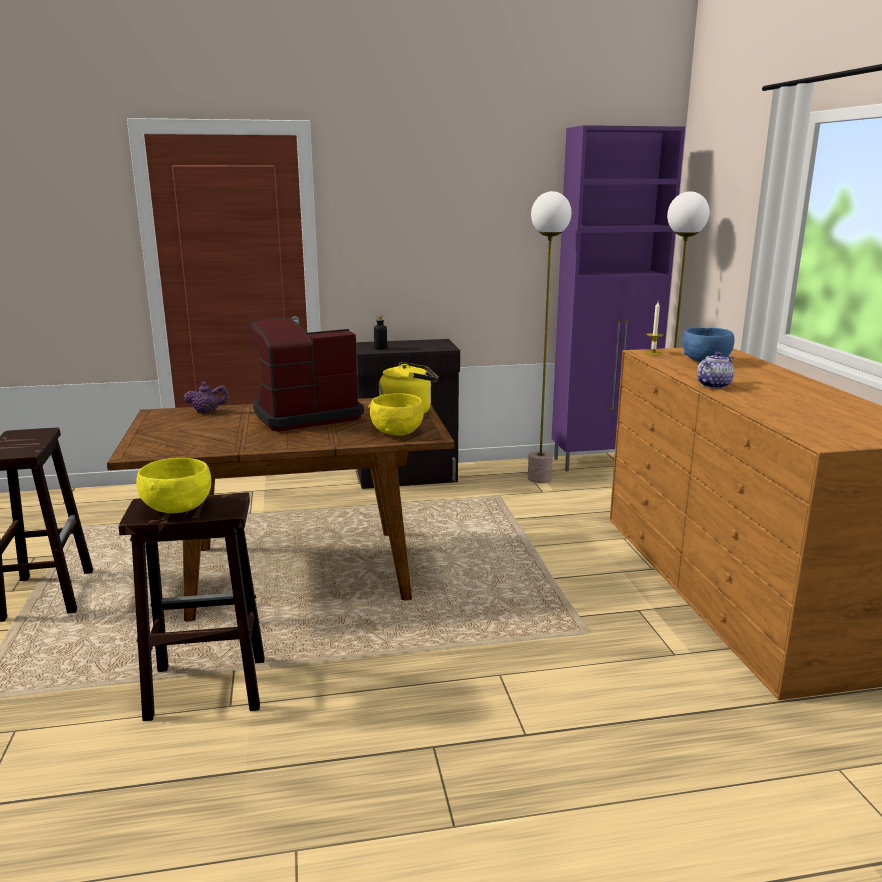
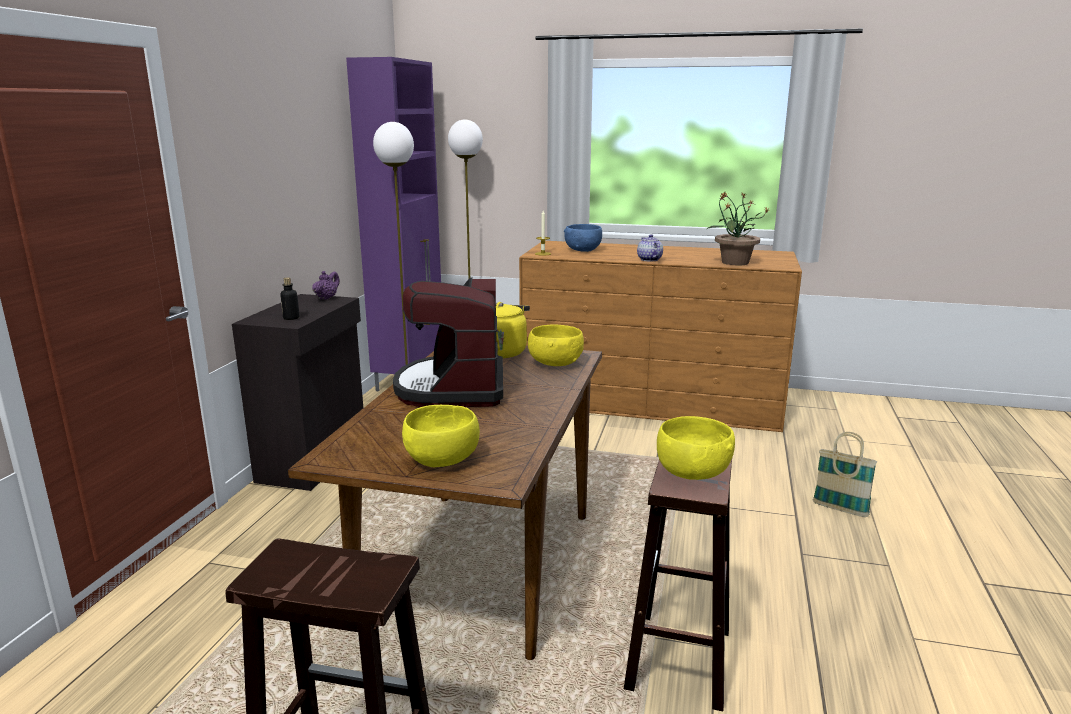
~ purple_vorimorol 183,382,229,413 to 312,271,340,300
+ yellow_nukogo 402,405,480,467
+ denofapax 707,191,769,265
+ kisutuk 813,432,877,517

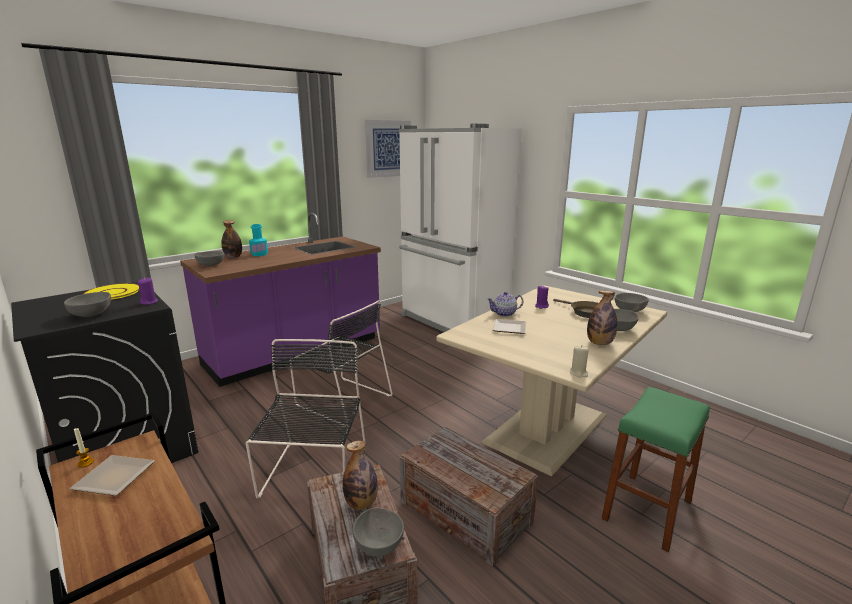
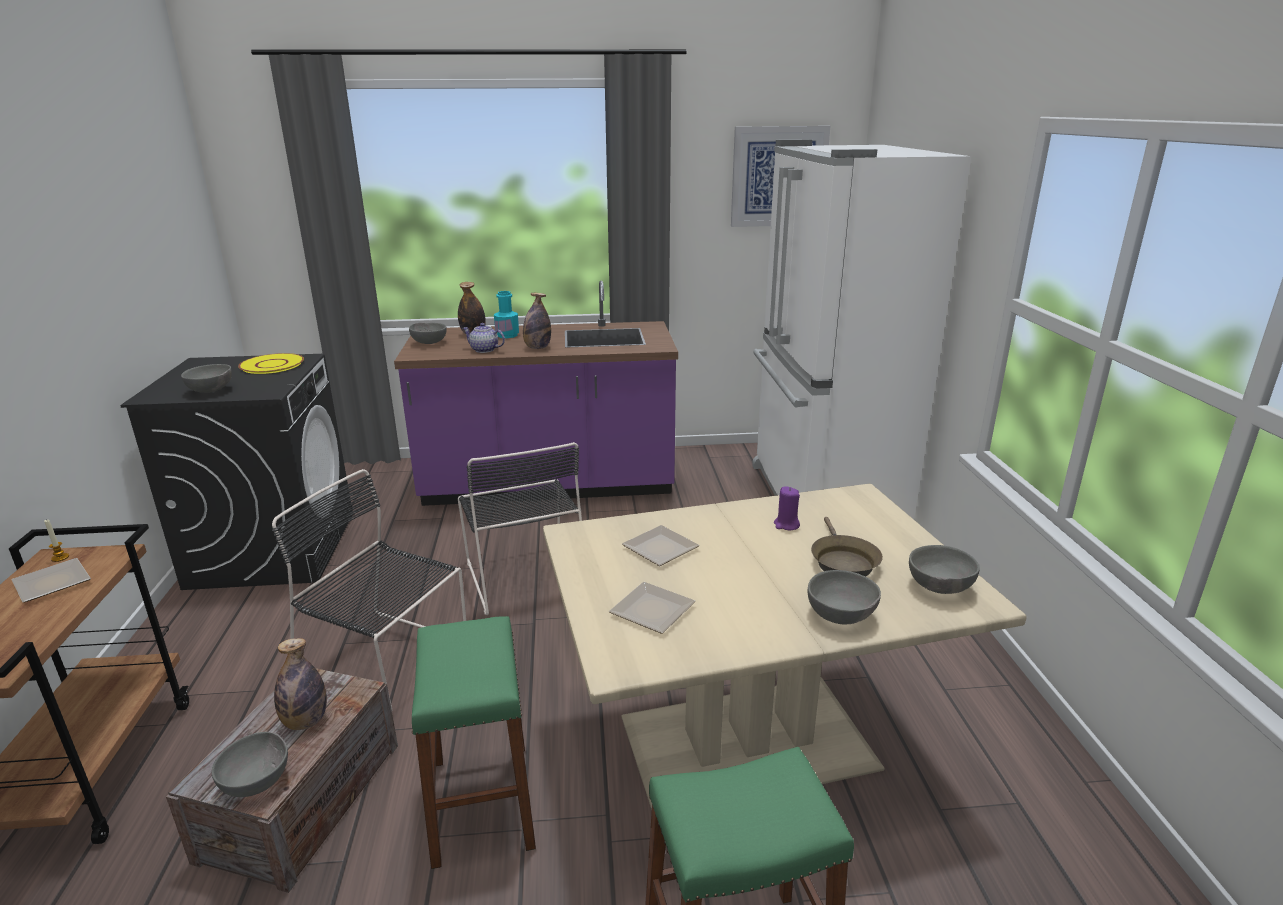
- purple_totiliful 138,277,158,305
~ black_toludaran 246,339,366,499 = 272,469,466,709 105 degrees counterclockwise
~ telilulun 400,427,538,567 to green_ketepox 412,616,536,869
~ vorimorol 487,292,523,317 to 462,323,505,353
- beige_totiliful 570,346,589,378
~ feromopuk 587,290,618,345 to 523,293,551,349
+ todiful 609,582,695,634

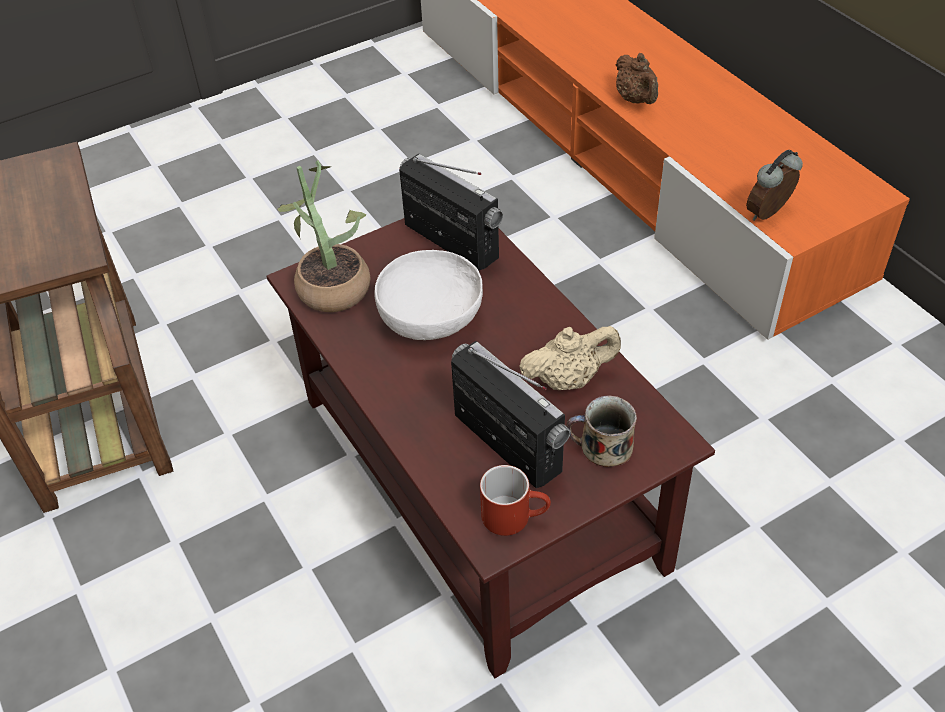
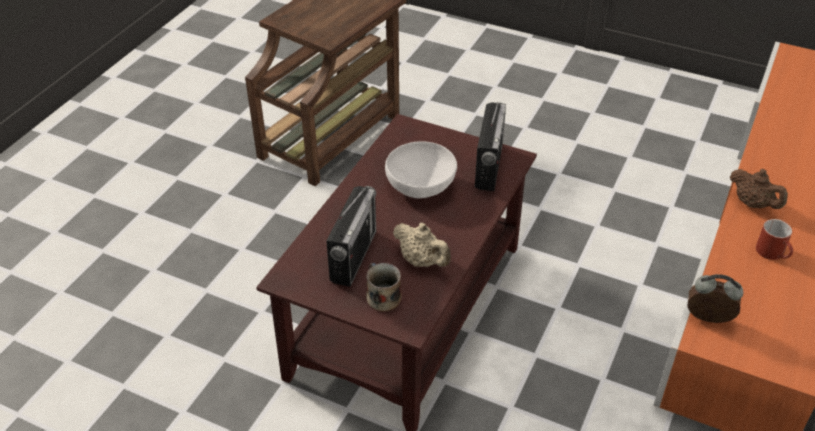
- denofapax 277,160,371,312
~ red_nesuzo 480,465,551,536 to 756,219,793,260
~ brown_vorimorol 616,53,658,104 = 730,169,788,209 75 degrees counterclockwise

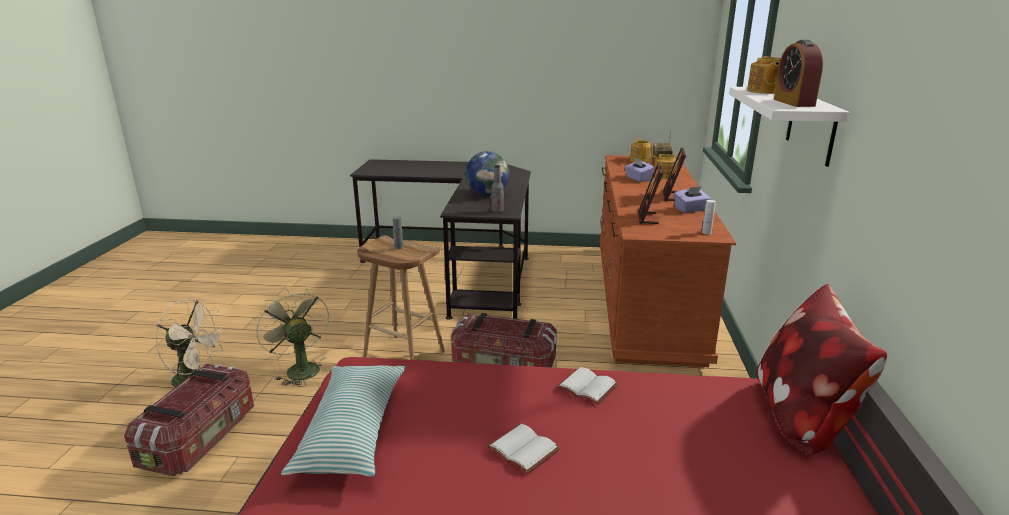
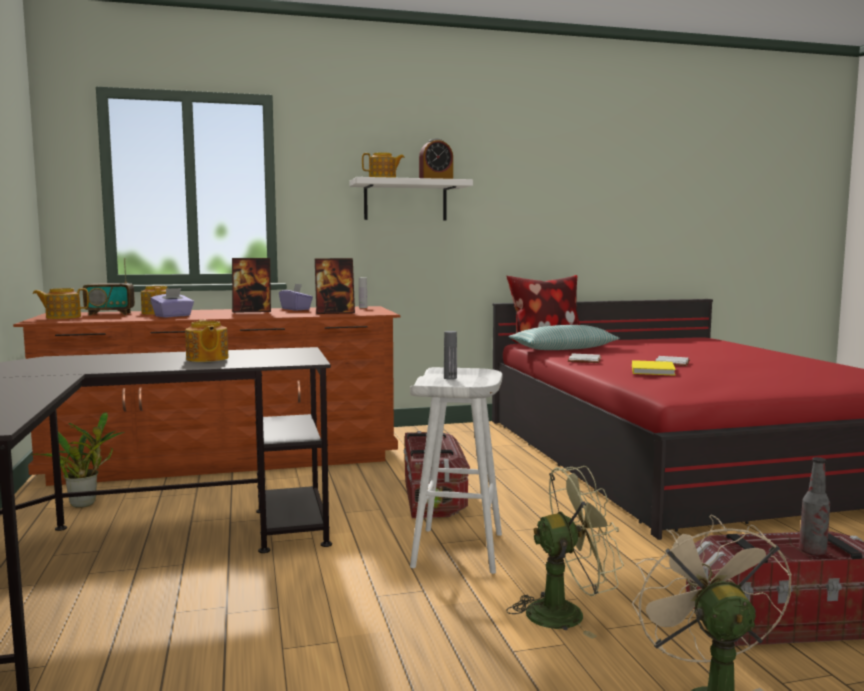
~ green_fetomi 254,289,329,387 = 506,466,624,639 135 degrees counterclockwise
~ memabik 281,365,405,477 to 509,325,620,350
~ brown_ketepox 357,235,445,360 to white_ketepox 410,367,502,574
~ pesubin 465,151,509,196 to vorimorol 185,320,229,362
~ feromopuk 491,165,504,213 to 799,457,830,555
+ denofapax 30,412,125,507
+ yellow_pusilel 632,360,676,376

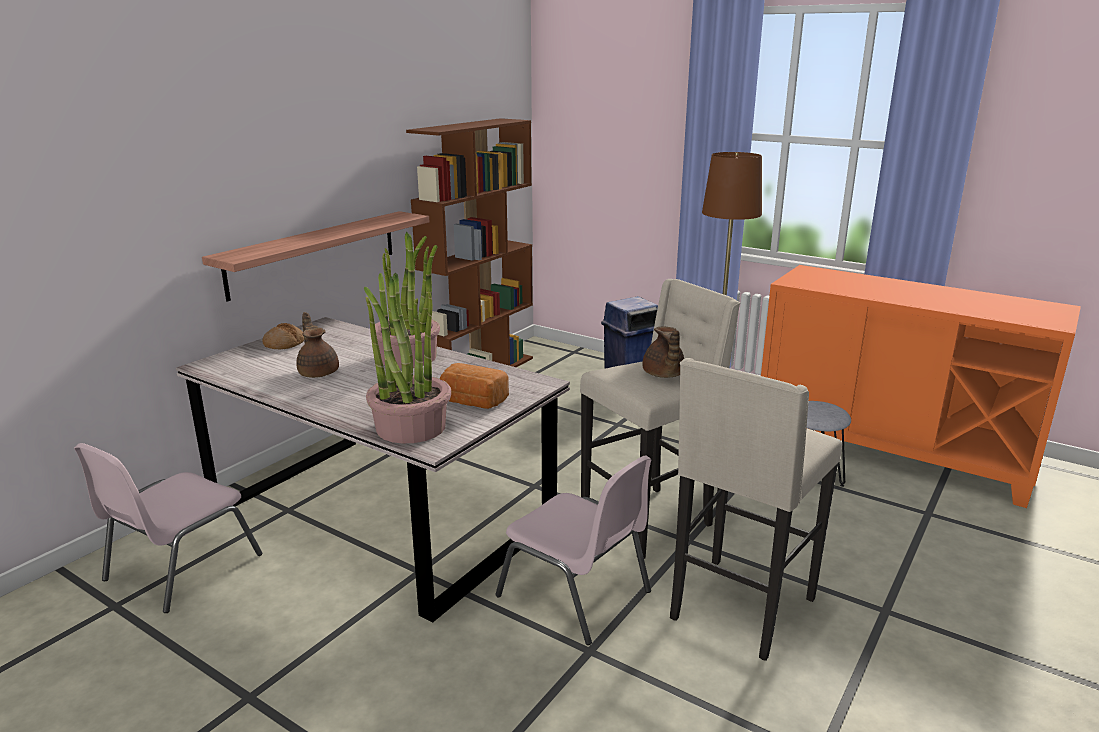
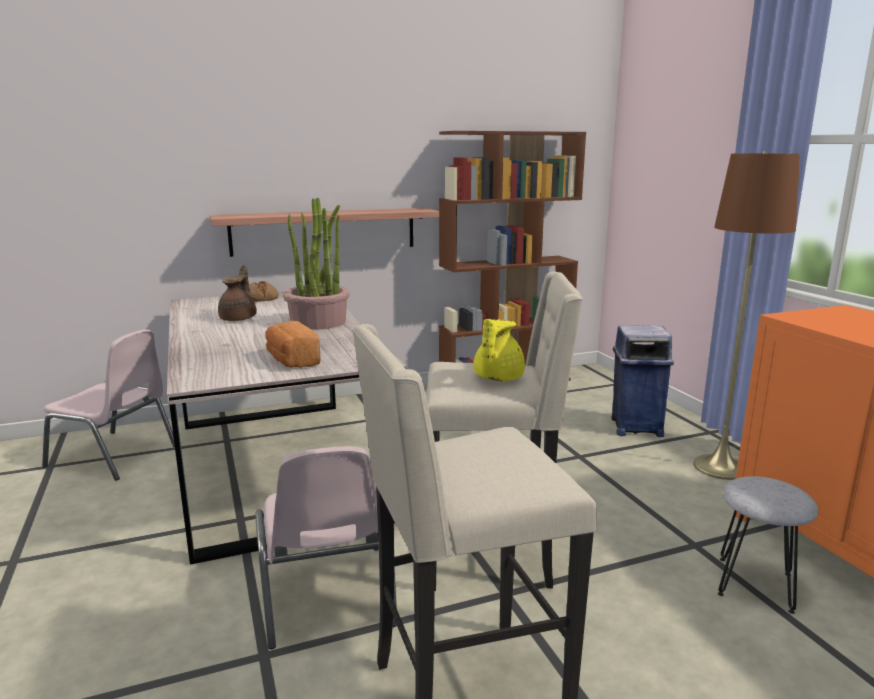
~ pink_toludaran 74,443,262,613 = 42,330,175,481 135 degrees counterclockwise
- denofapax 364,273,451,444
~ brown_vorimorol 642,327,684,378 to yellow_vorimorol 473,319,525,381

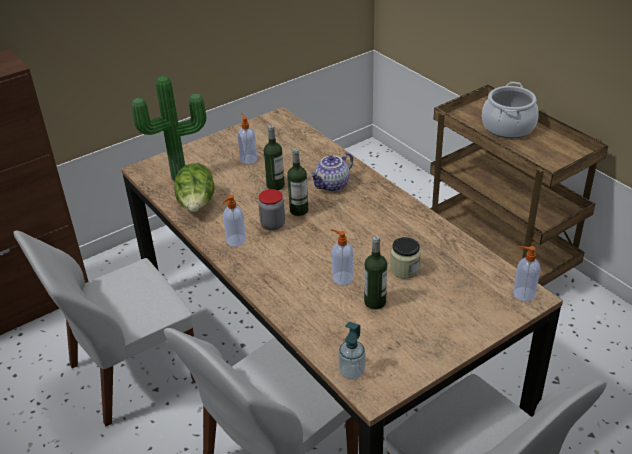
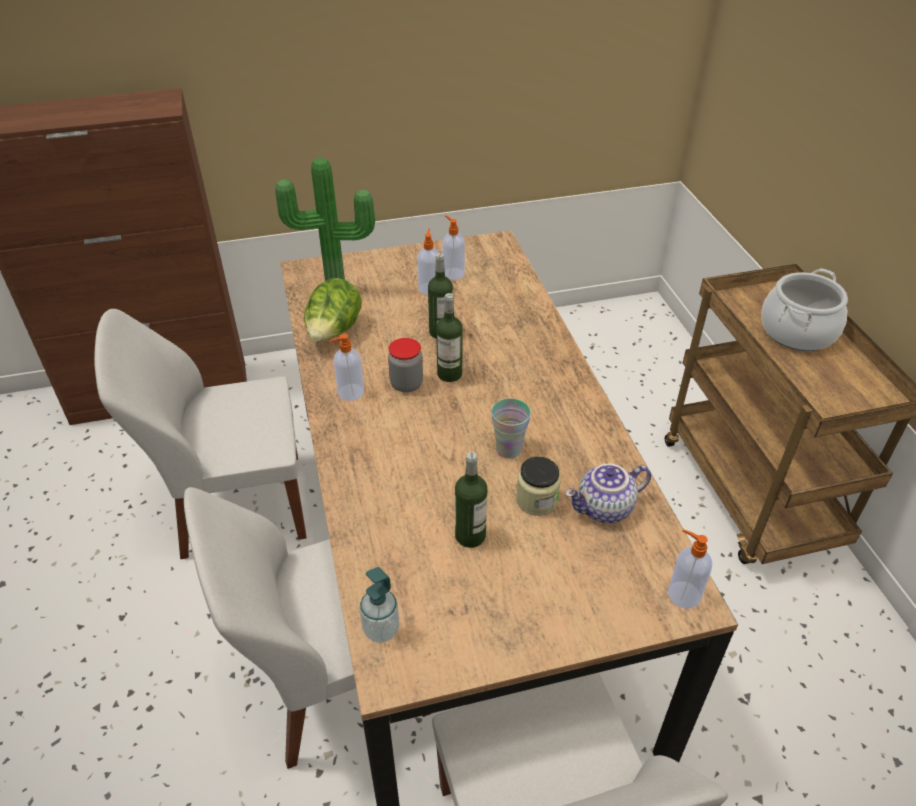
~ vorimorol 310,152,353,192 to 565,464,651,523
~ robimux 331,229,354,285 to 442,215,465,280
+ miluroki 491,399,531,459

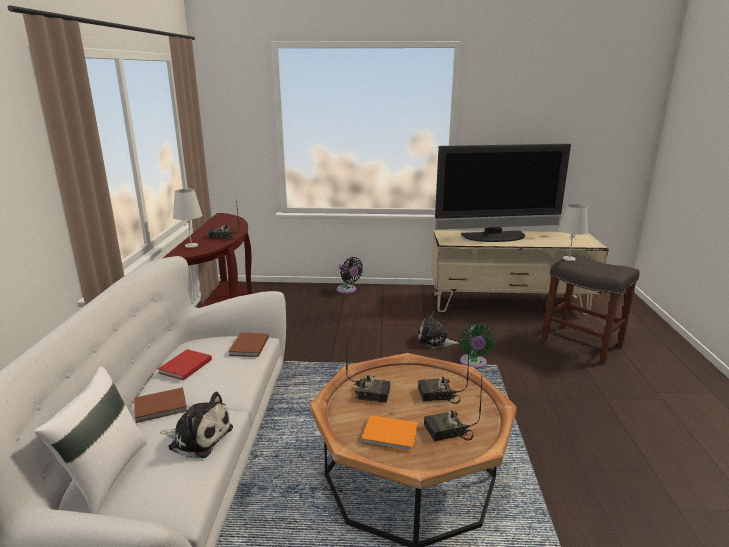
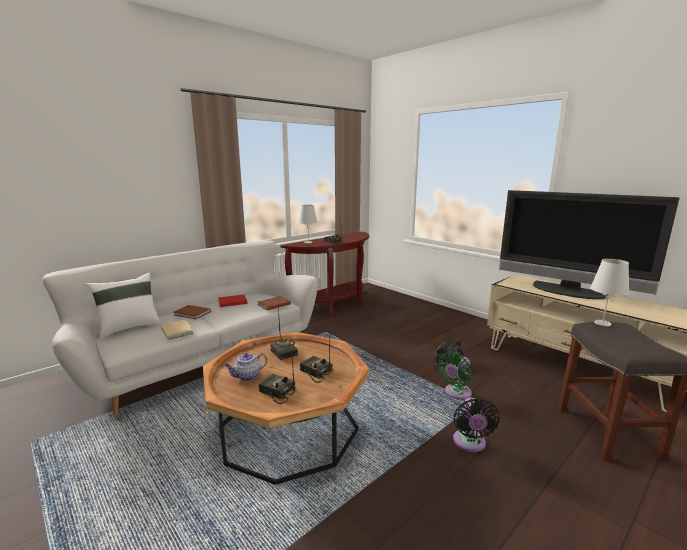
~ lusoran 160,392,233,458 to beige_pusilel 161,320,193,340
~ black_fetomi 337,257,363,294 to 453,397,499,452
~ orange_pusilel 362,415,418,452 to vorimorol 225,353,267,381

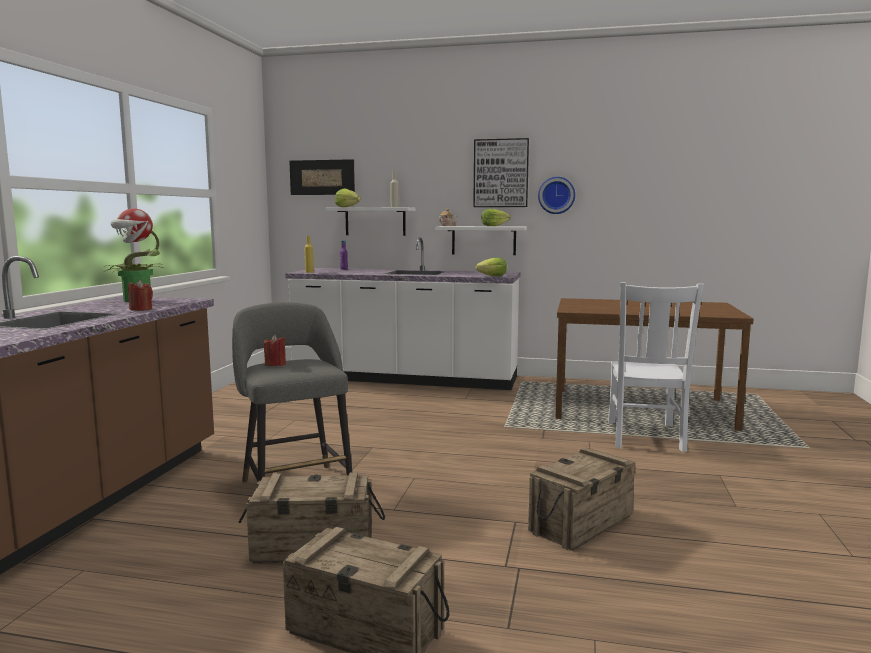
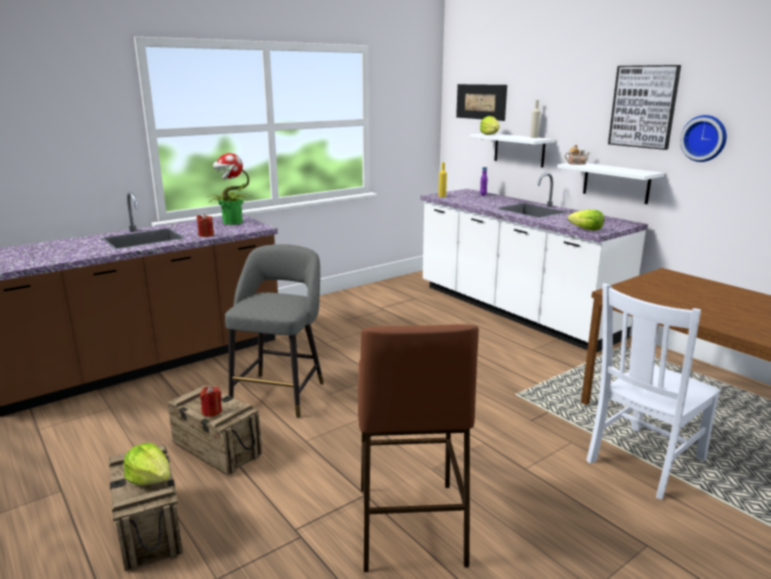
~ red_totiliful 264,335,286,366 to 200,386,222,417
~ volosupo 481,209,511,226 to 124,443,170,485
~ telilulun 528,448,635,551 to brown_ketepox 358,324,479,572

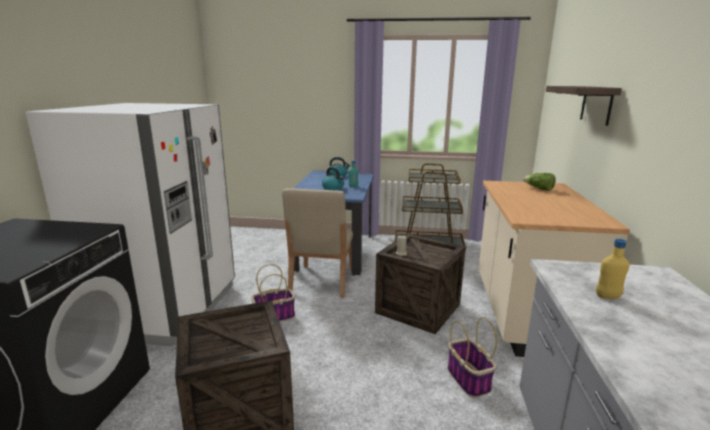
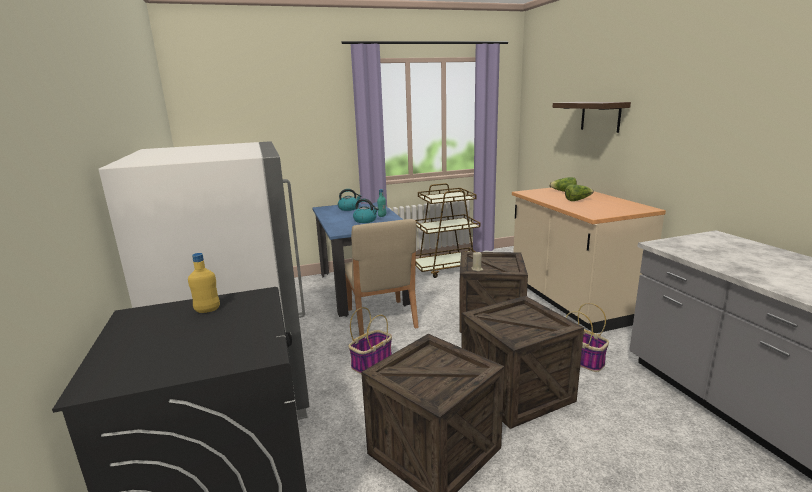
~ yellow_feromopuk 596,239,629,299 to 188,253,220,313
+ telilulun 461,296,584,429
+ volosupo 565,185,594,201

